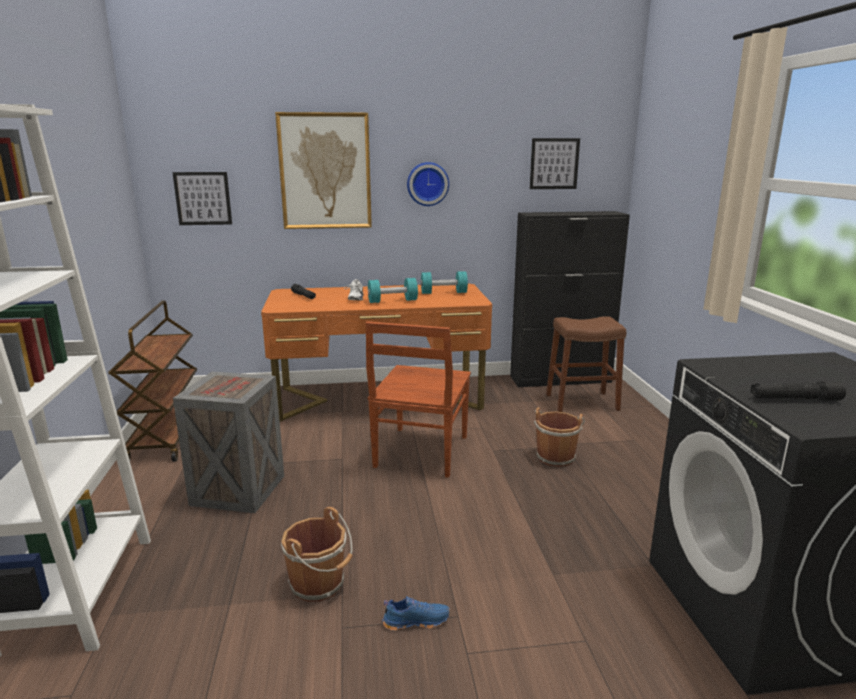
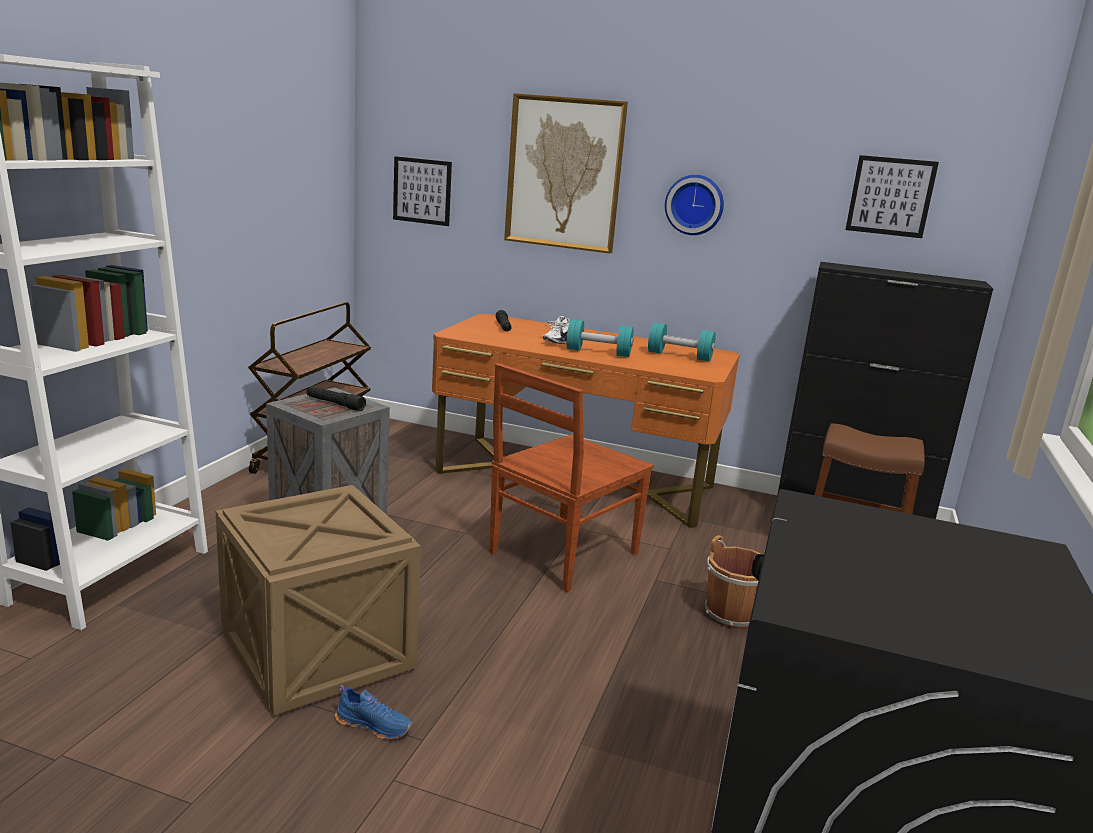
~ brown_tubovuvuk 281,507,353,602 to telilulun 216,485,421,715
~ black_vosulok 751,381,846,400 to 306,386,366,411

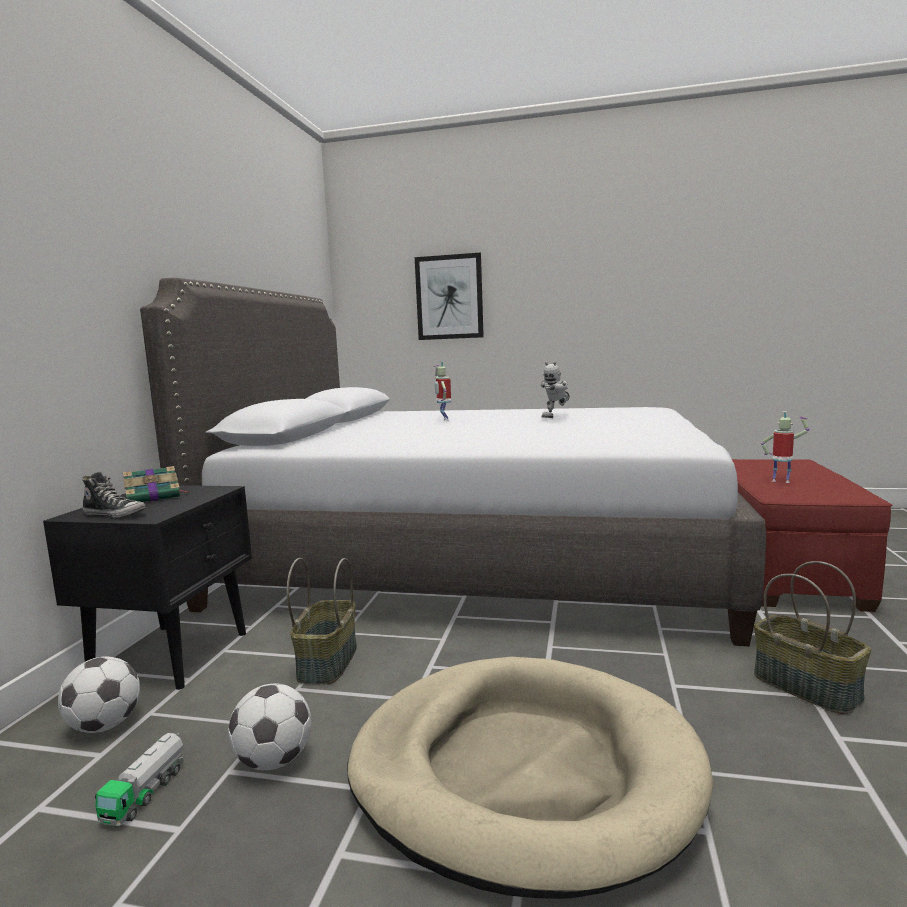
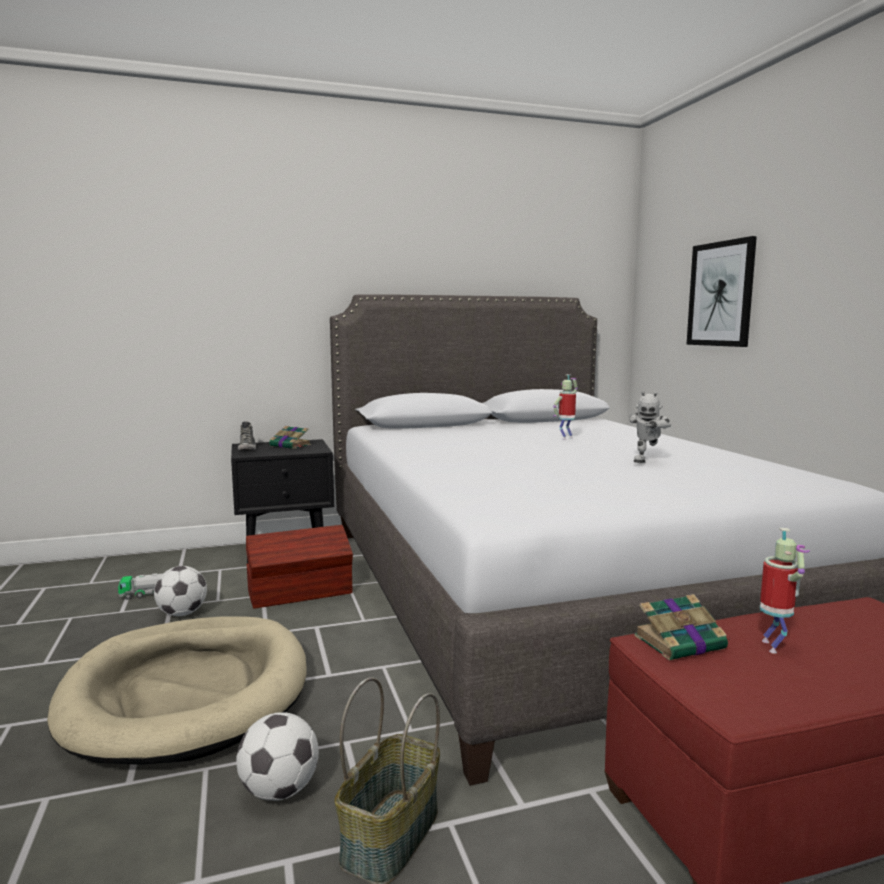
~ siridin 58,656,140,733 to 236,712,319,801
~ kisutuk 287,558,357,684 to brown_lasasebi 246,525,353,609
~ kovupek 541,361,570,418 = 629,391,671,463 75 degrees counterclockwise
+ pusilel 634,594,729,661

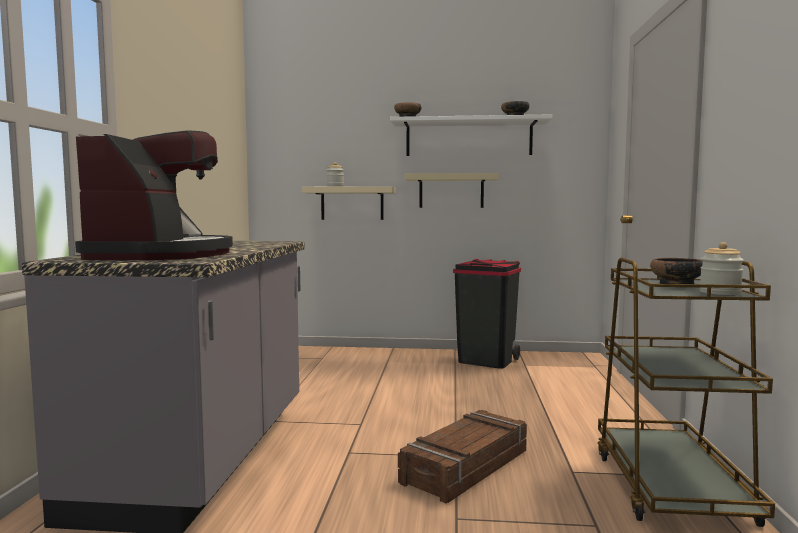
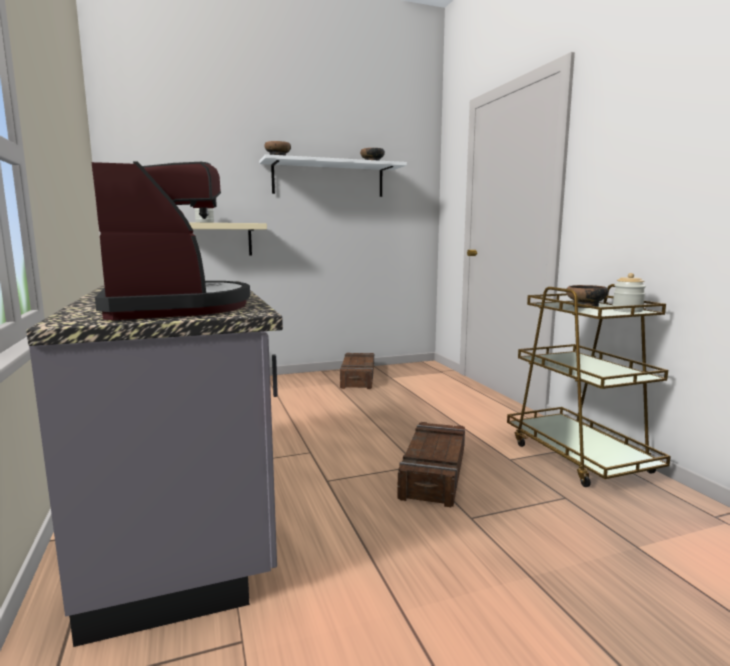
- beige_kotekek 405,173,499,208
~ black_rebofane 453,259,521,369 to telilulun 340,353,374,389

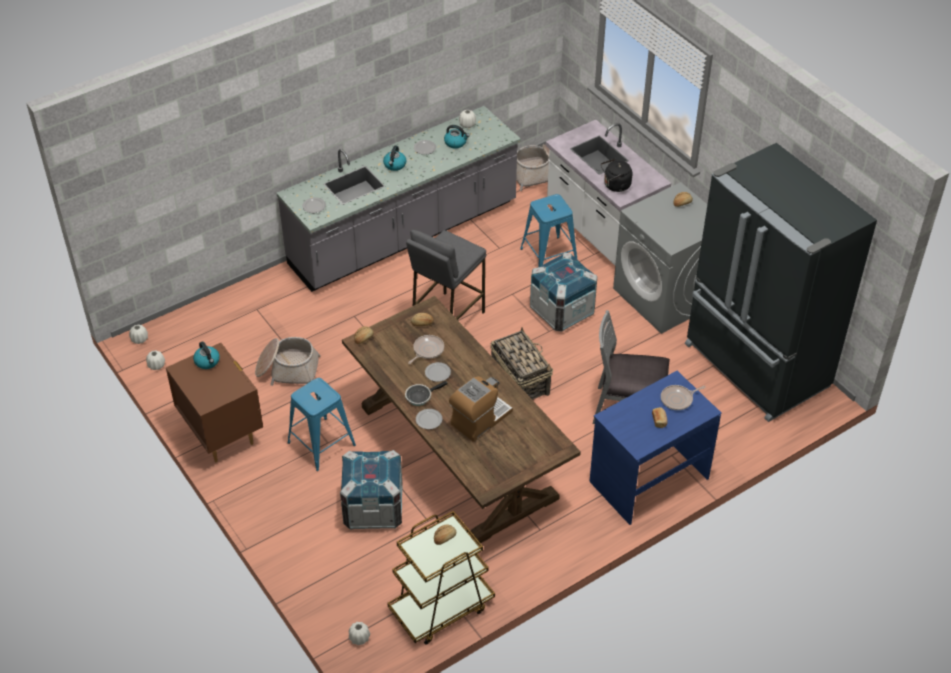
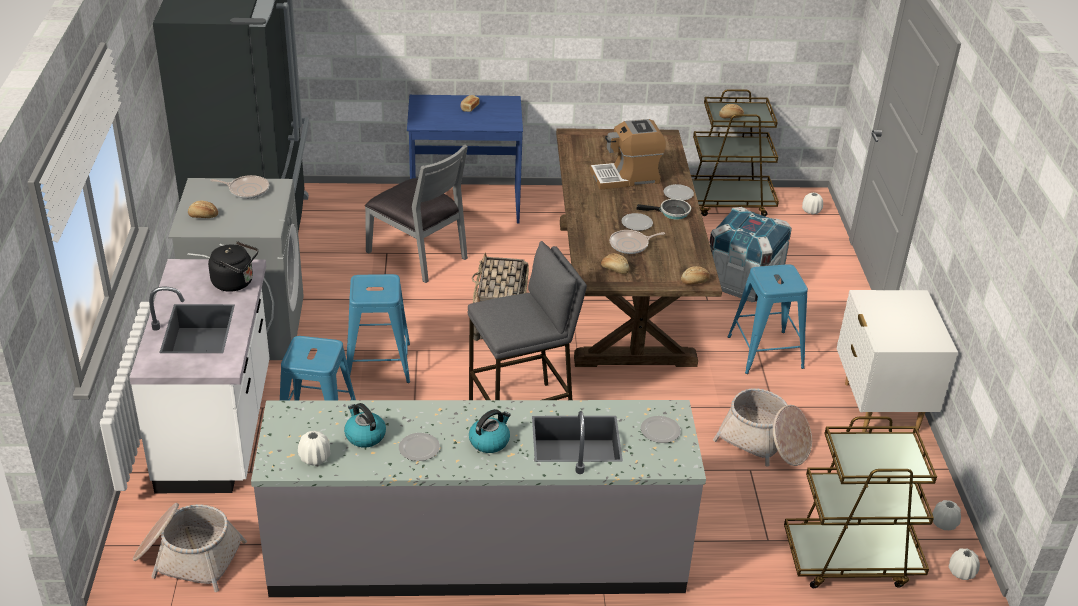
~ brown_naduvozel 166,343,263,462 to white_naduvozel 837,290,958,432
- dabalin 193,341,220,369
~ telilulun 530,253,597,332 to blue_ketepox 347,274,410,383
~ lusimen 661,385,706,410 to 210,175,269,199
+ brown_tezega 784,416,937,588

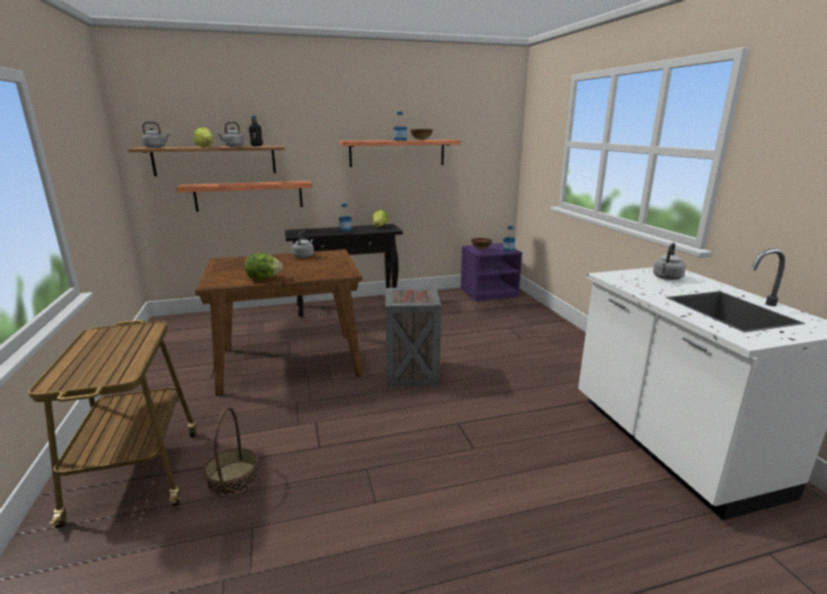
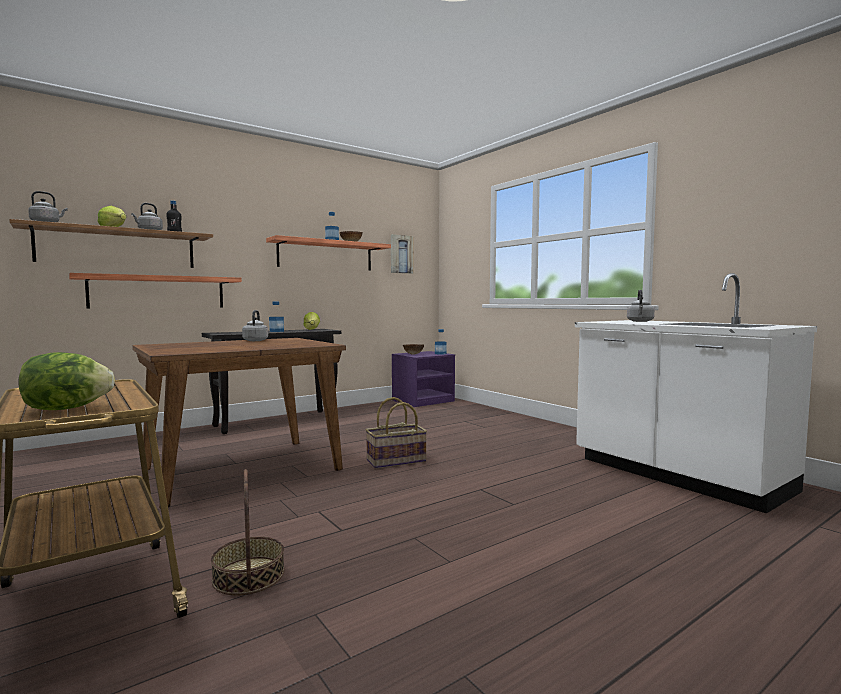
~ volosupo 245,253,283,280 to 19,352,115,410
~ telilulun 385,287,441,387 to kisutuk 366,397,427,468
+ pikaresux 391,234,414,274

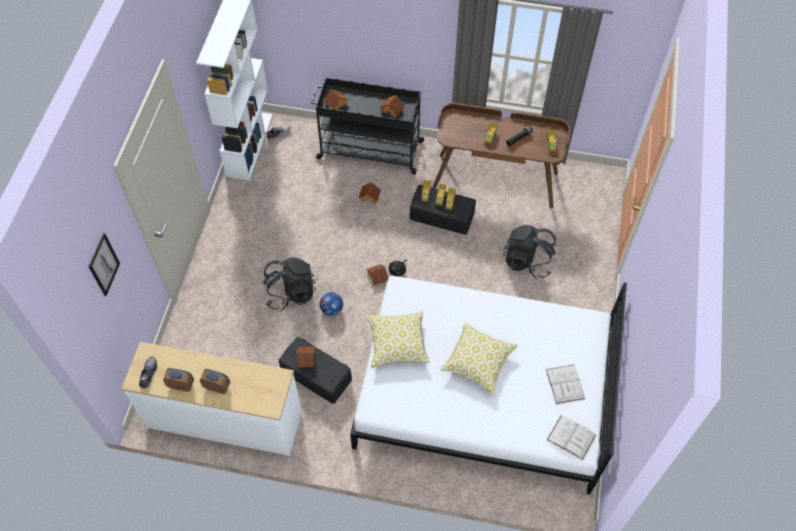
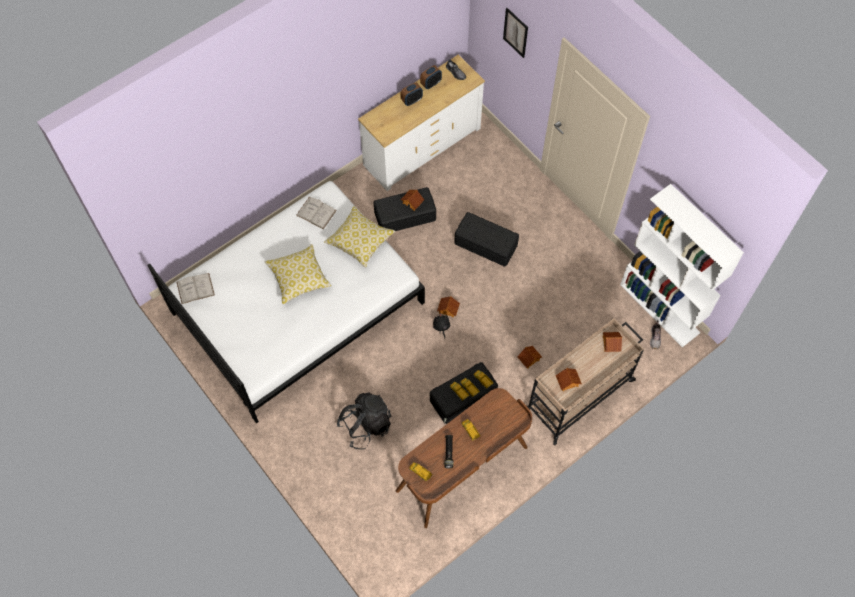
~ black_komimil 263,257,316,311 to black_lasasebi 454,212,519,267
~ black_tezega 311,77,425,175 to beige_tezega 527,318,644,445
- siridin 320,292,343,316
~ white_pusilel 546,365,585,404 to 296,197,337,229

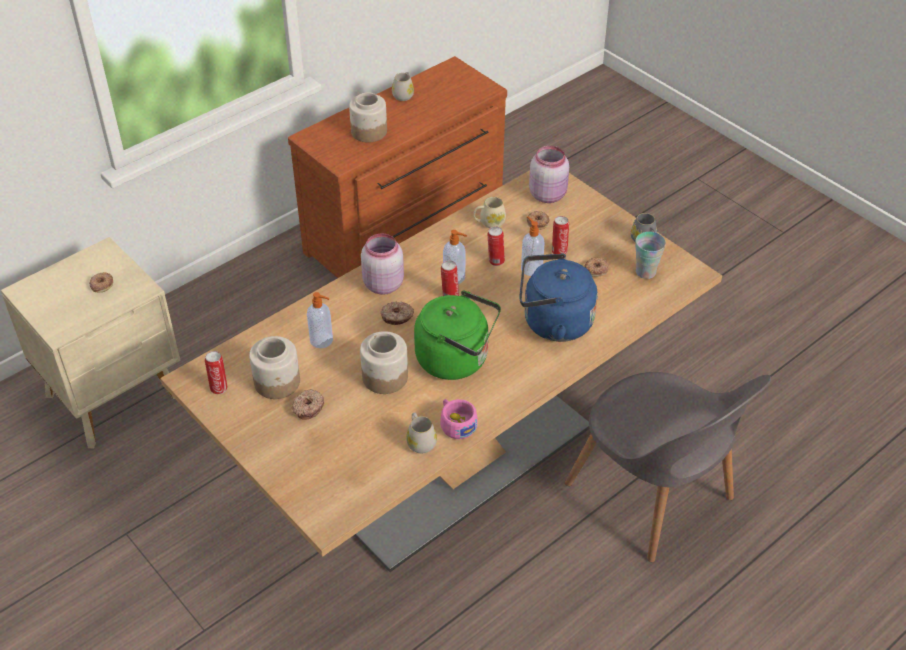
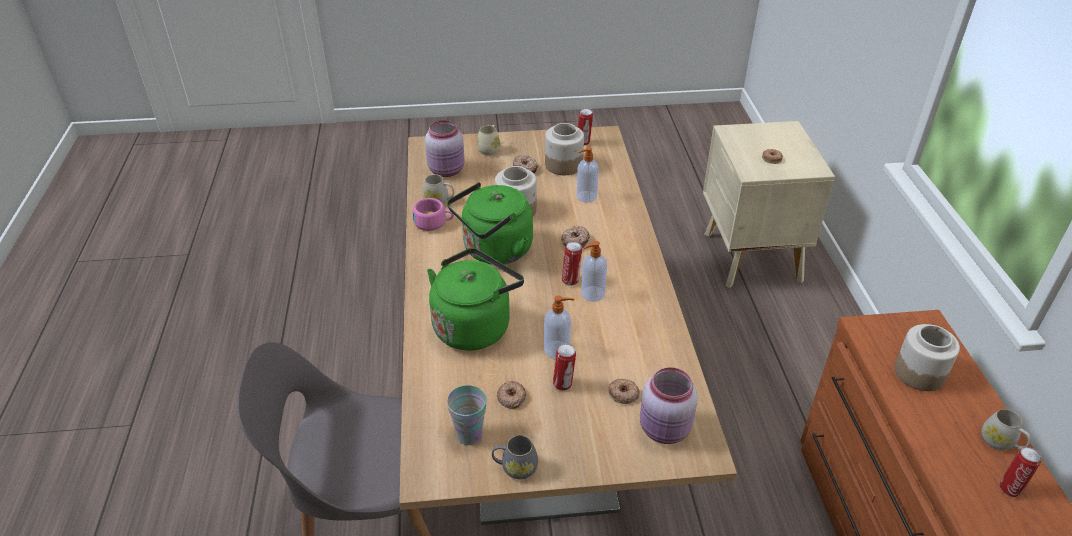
~ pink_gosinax 361,233,404,295 to 425,120,464,177
~ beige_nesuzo 474,197,506,228 to 477,125,500,155
~ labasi 488,226,505,266 to 999,447,1041,497
~ blue_dabalin 519,253,598,342 to green_dabalin 427,248,524,351

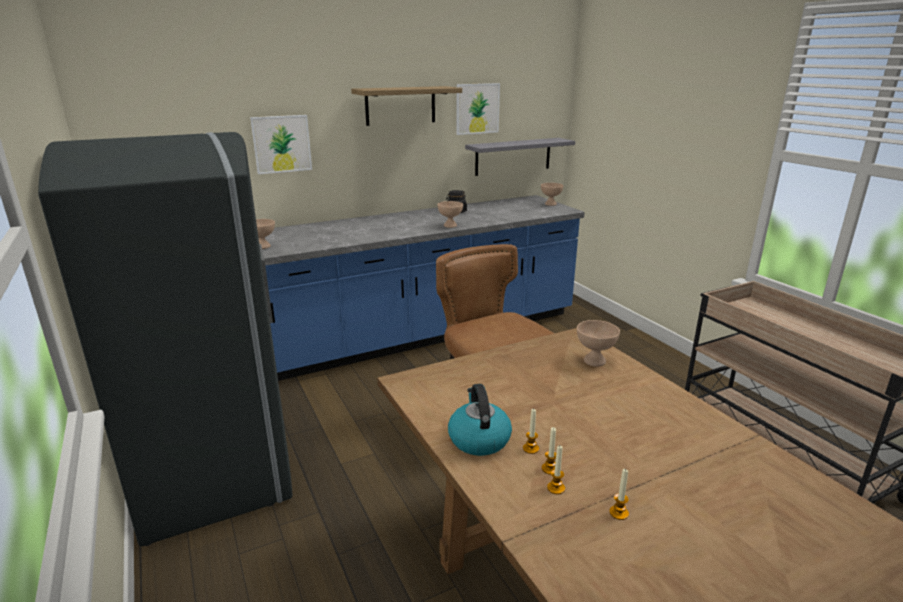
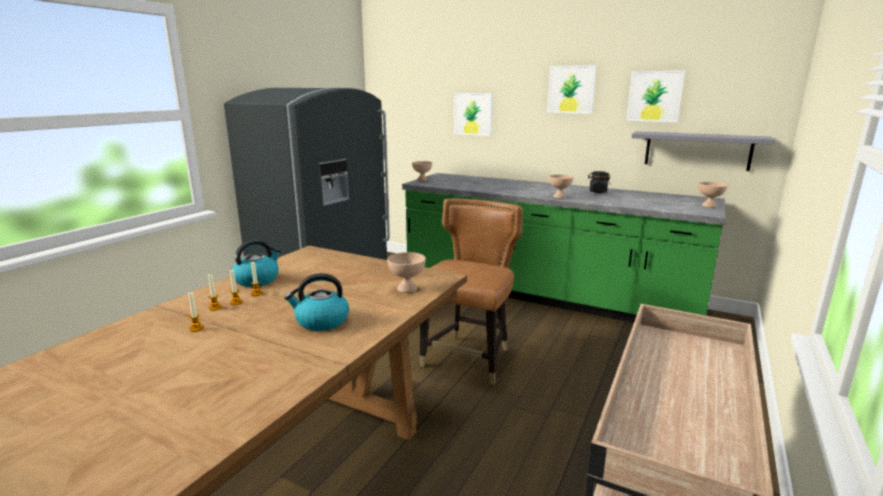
~ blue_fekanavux 262,195,585,381 to green_fekanavux 402,173,726,323
~ kotekek 351,86,462,126 to pikaresux 547,66,596,114
+ dabalin 284,273,349,331

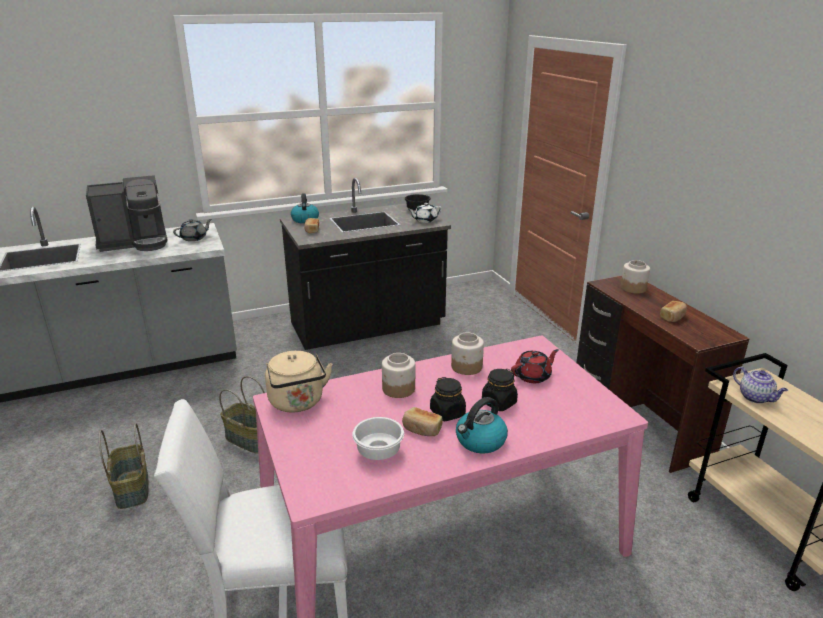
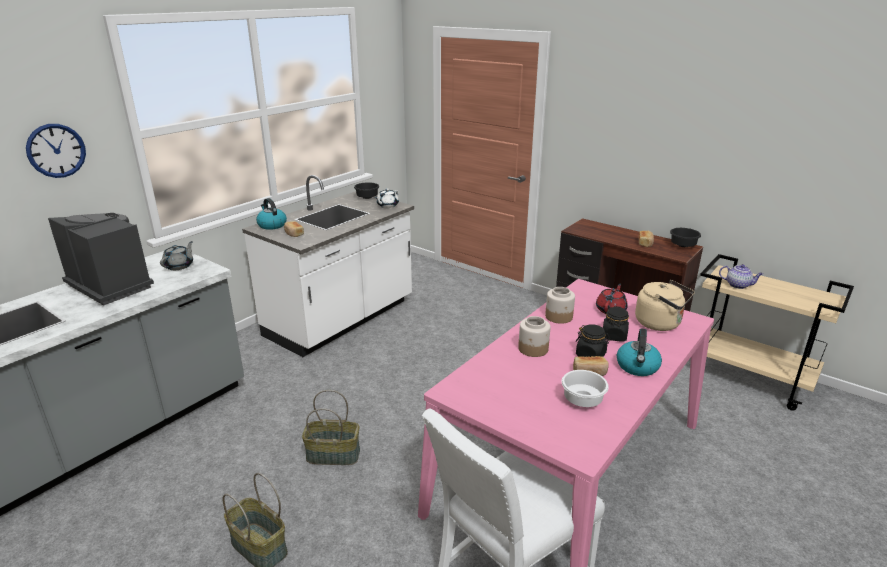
~ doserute 86,175,168,252 = 48,213,154,305 90 degrees counterclockwise
~ beige_dabalin 265,351,333,412 to 635,280,695,331
~ black_fekanavux 280,178,451,350 to white_fekanavux 242,175,414,357
- gosinax 621,260,650,294
+ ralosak 26,124,86,178
+ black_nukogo 670,228,701,247

